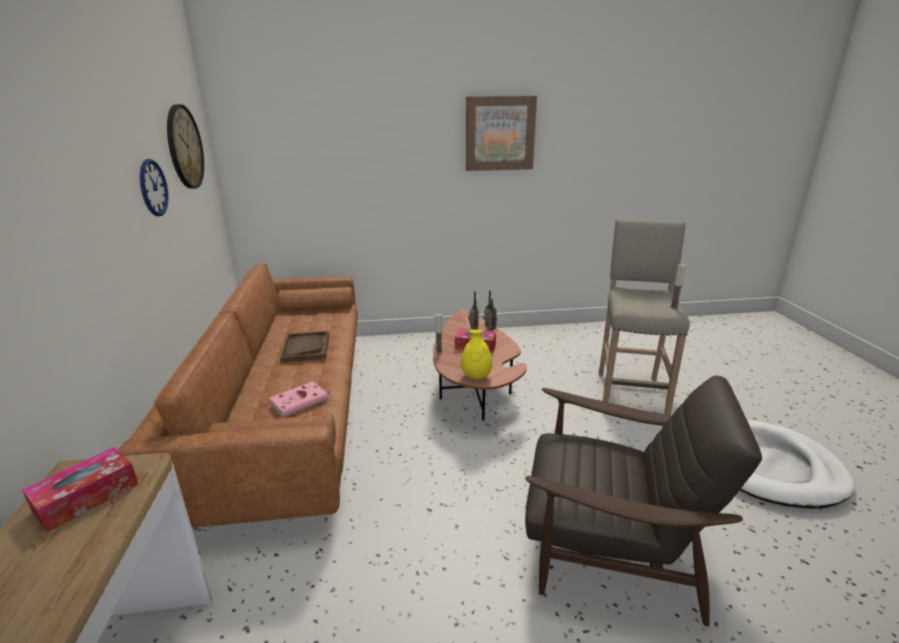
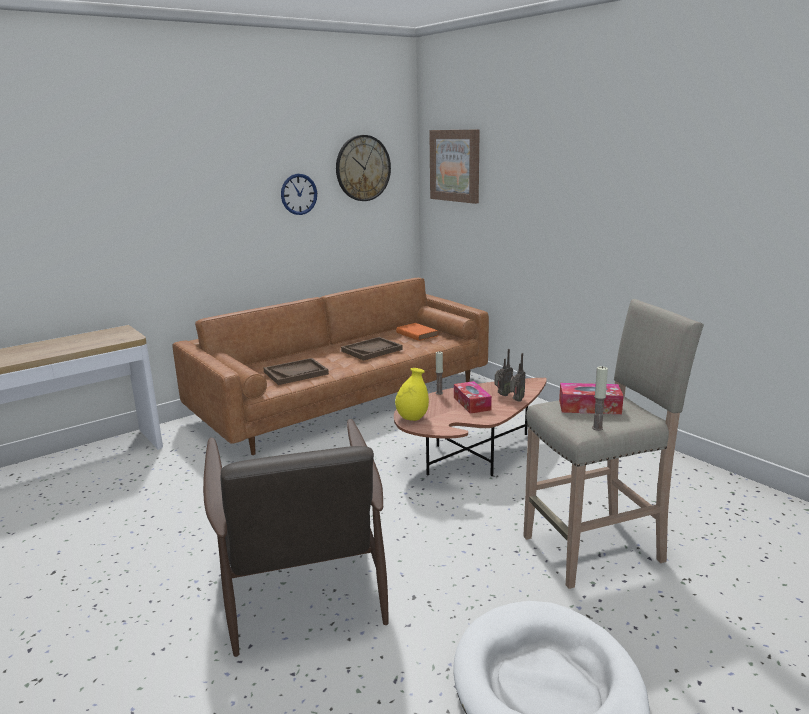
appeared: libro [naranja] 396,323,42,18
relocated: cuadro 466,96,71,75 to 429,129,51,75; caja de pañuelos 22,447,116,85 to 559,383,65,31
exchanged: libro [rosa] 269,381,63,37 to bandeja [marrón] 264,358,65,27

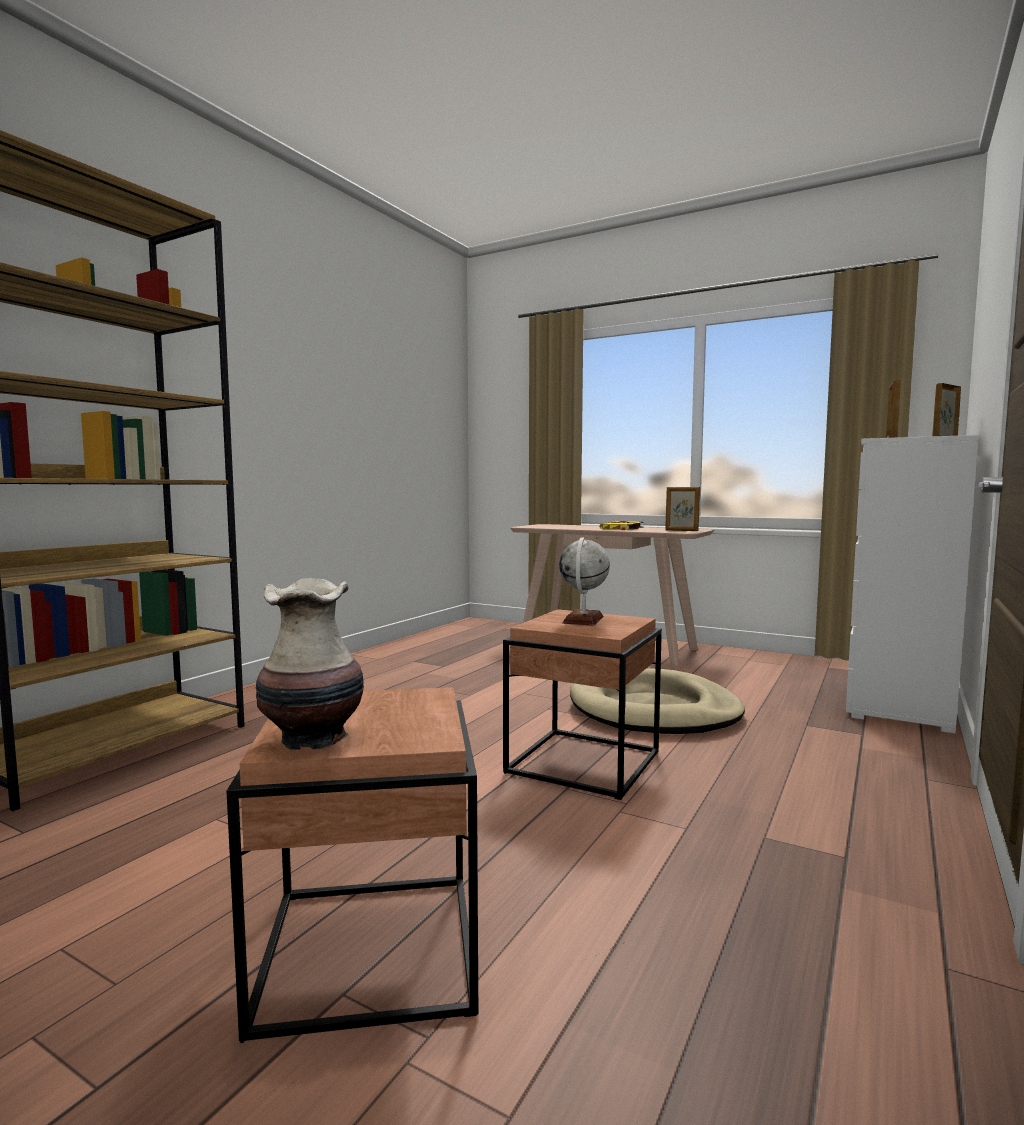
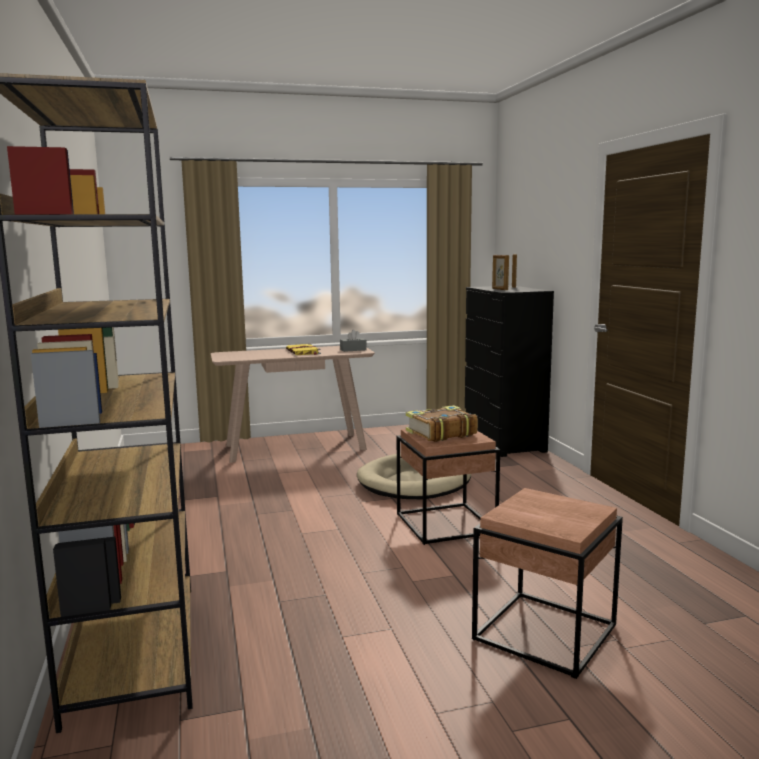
missing: florero 256,578,108,172
exchanged: portarretratos 665,487,35,44 to caja de pañuelos [gris] 340,330,27,22; globo terráqueo 559,537,51,89 to libro 406,405,72,37
colour: cómoda [blanco] 846,435,133,298 to cómoda [negro] 465,286,89,171

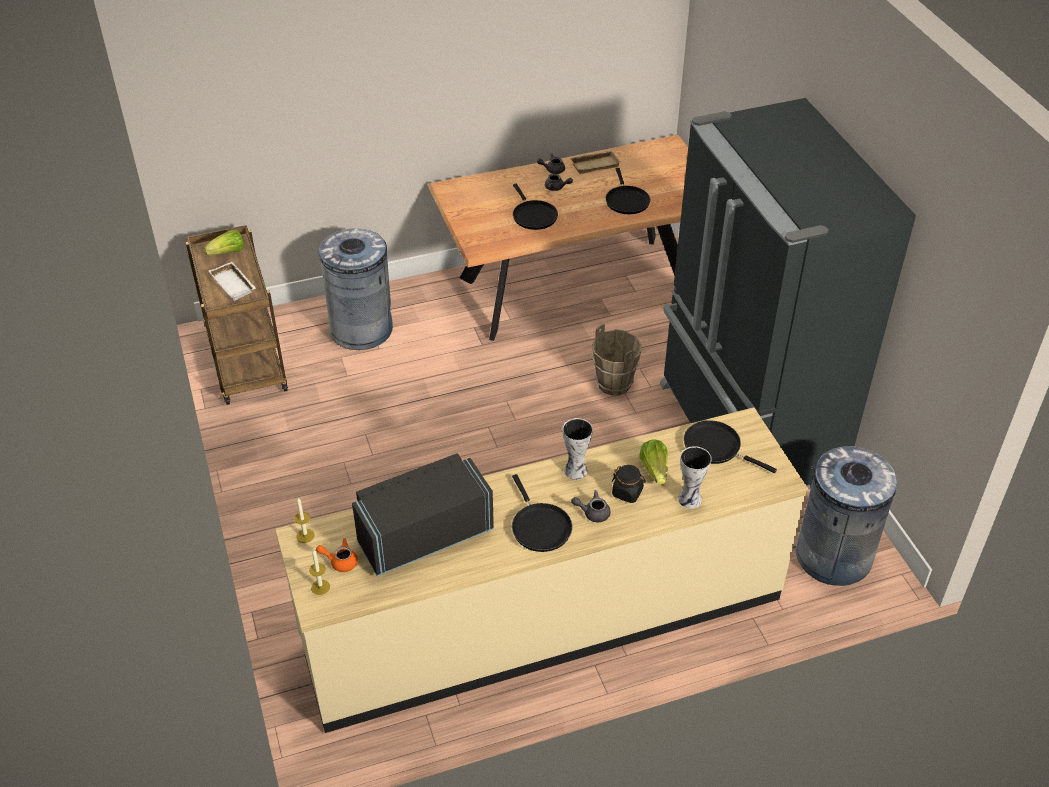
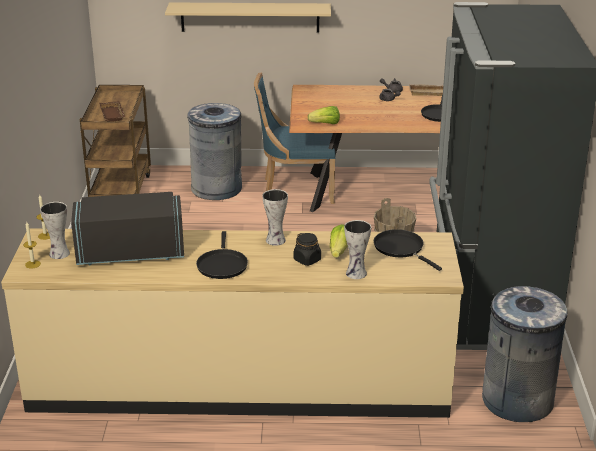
missing: sartén [negro] 513,184,45,46; tetera [gris] 571,490,39,32
appeared: estante [beis] 165,3,166,30; silla [azul] 254,73,82,131
relocated: lechuga 204,230,40,25 to 308,106,32,18
exchanged: tetera [naranja] 316,538,42,34 to florero 40,202,30,57
colour: bandeja [blanco] 209,262,47,39 to bandeja [marrón] 99,101,26,20

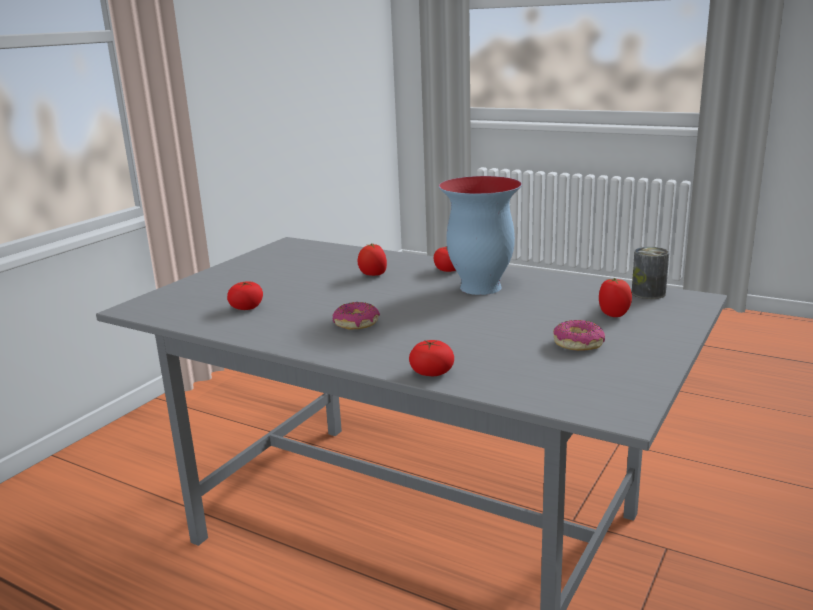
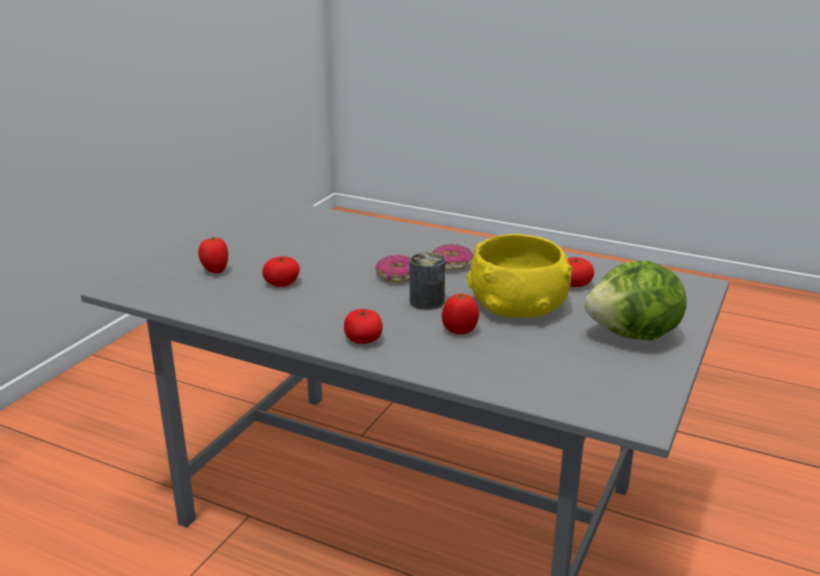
missing: florero 439,176,83,119
appeared: cuenco [amarillo] 467,234,105,84; lechuga 585,261,102,80
relocated: lata 632,247,37,52 to 410,252,35,58; rosquilla 553,320,52,31 to 375,255,35,27; tomate 409,340,45,36 to 262,256,38,31

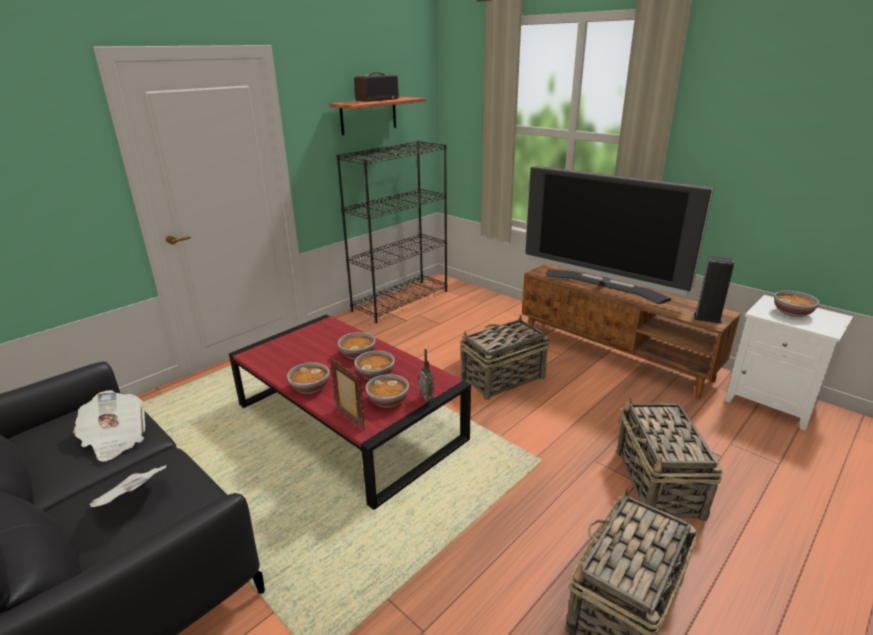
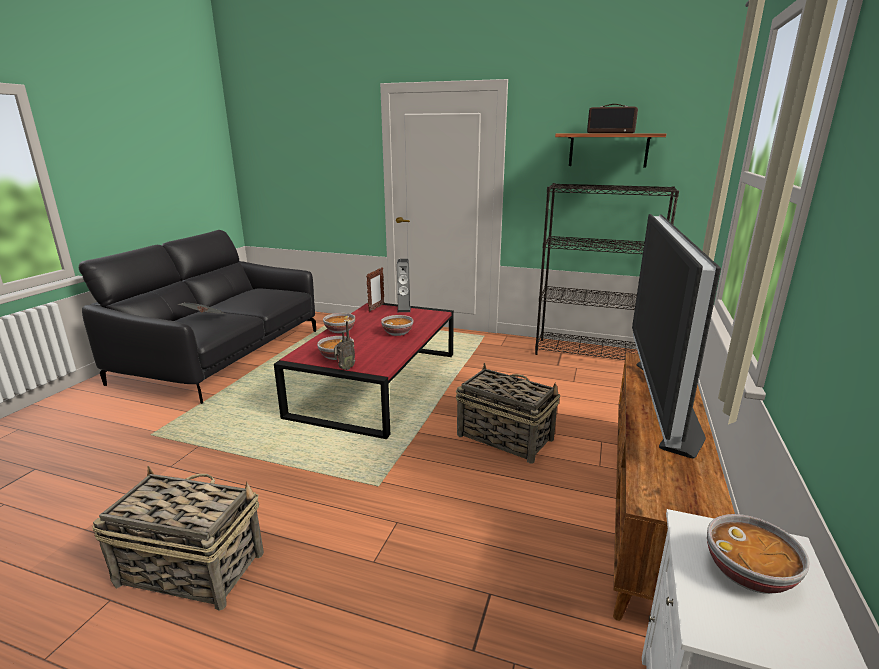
missing: cuenco 355,351,40,29; periódico 74,390,71,72; cesta 617,398,106,123
relocated: altavoz 694,256,40,68 to 397,259,14,53; portarretratos 330,357,35,72 to 366,267,18,45

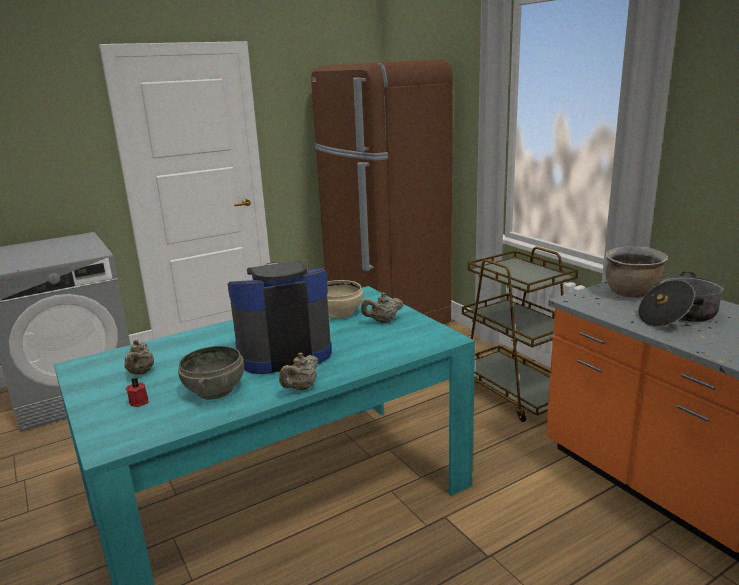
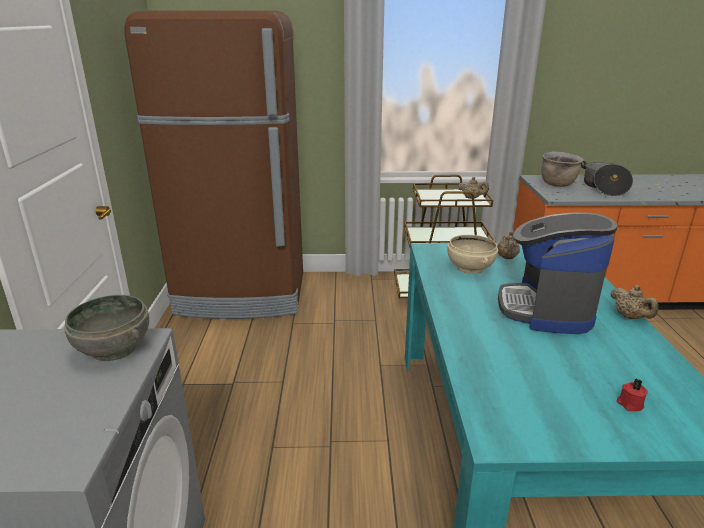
relocated: tetera [beis] 124,340,30,35 to 458,177,31,22; cuenco [gris] 178,346,66,54 to 64,295,85,66

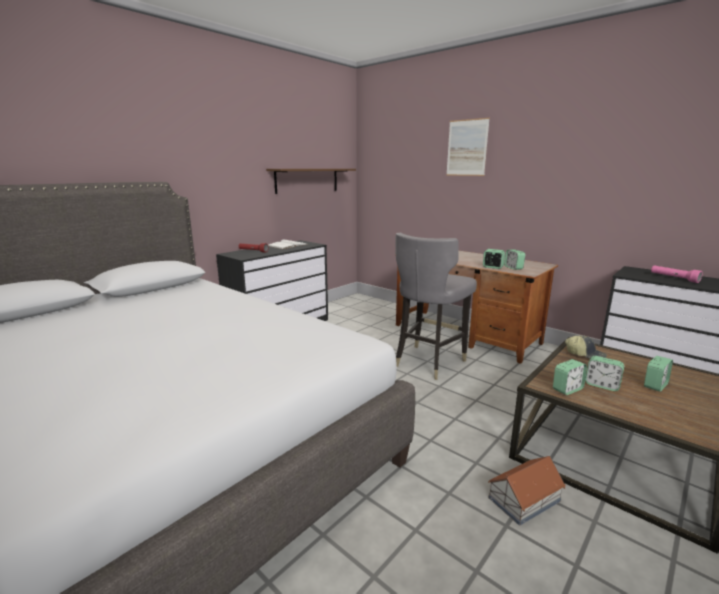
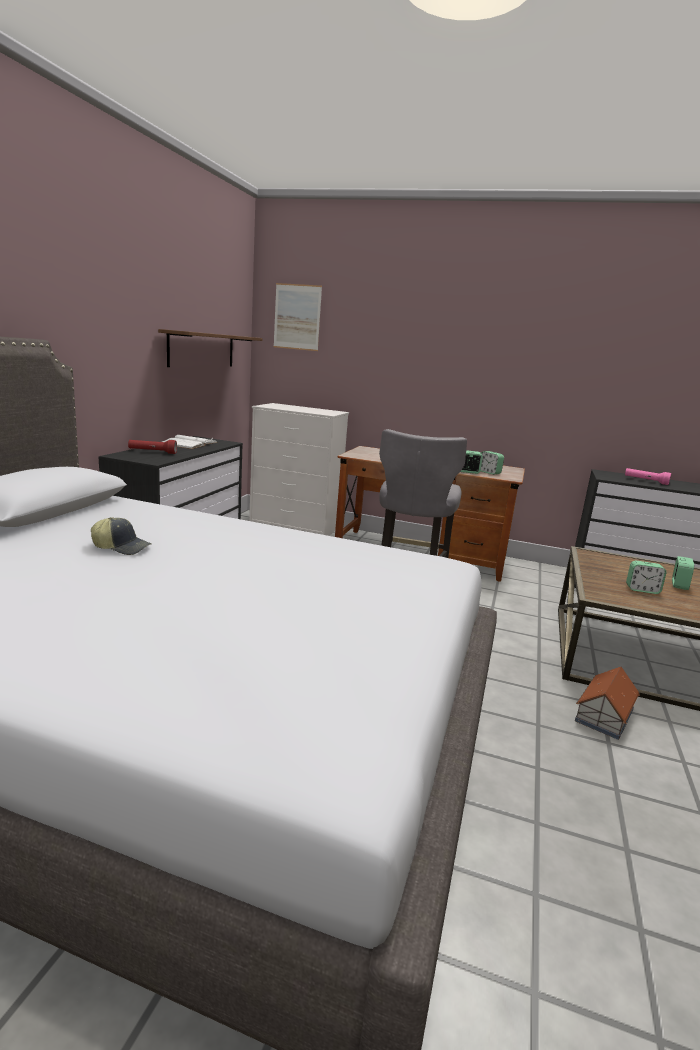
missing: despertador 553,359,34,36
appeared: cómoda [blanco] 249,403,100,133
relocated: cuadro 446,118,44,58 to 274,283,48,68; gorra 565,335,42,24 to 91,517,60,38

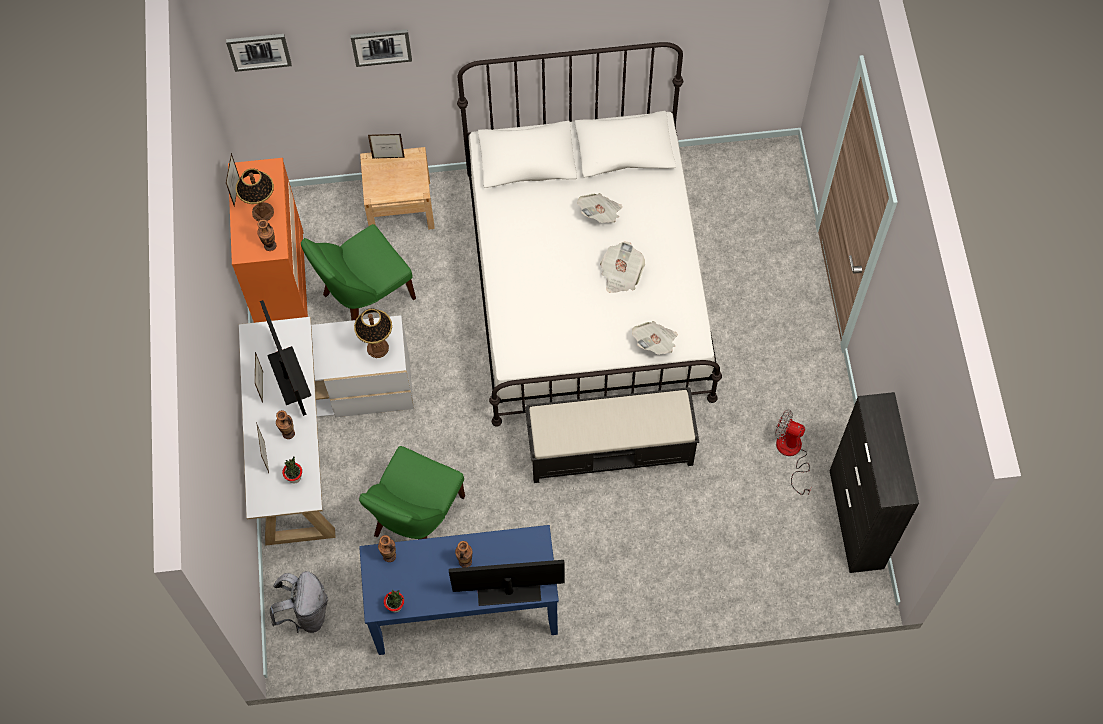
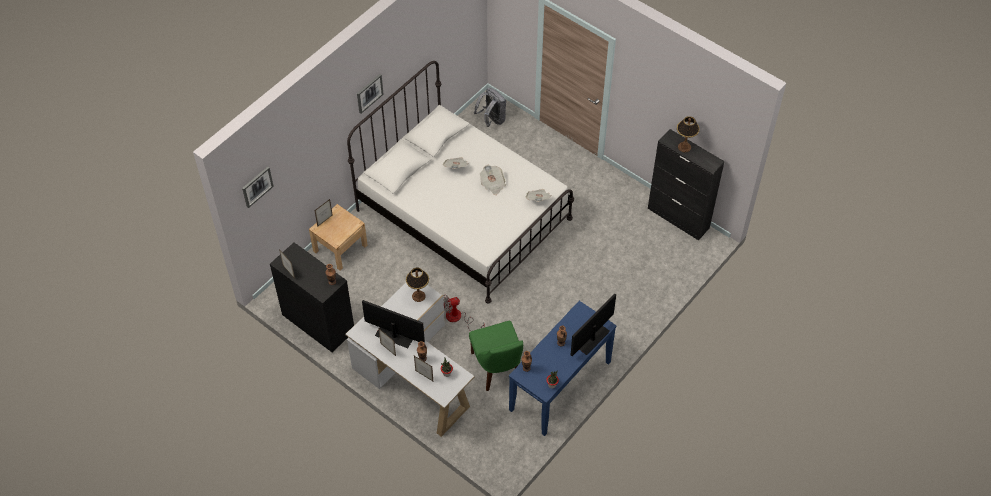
missing: silla [verde] 301,224,115,96; banco [negro] 525,387,174,96
relocated: cuadro 351,29,61,38 to 357,74,27,40; lámpara de mesa 236,168,38,53 to 677,116,23,37; ventilador 775,410,37,85 to 443,294,42,37; mochila [gris] 270,571,58,62 to 474,88,32,39
colour: cómoda [naranja] 228,158,80,165 to cómoda [negro] 270,243,84,109

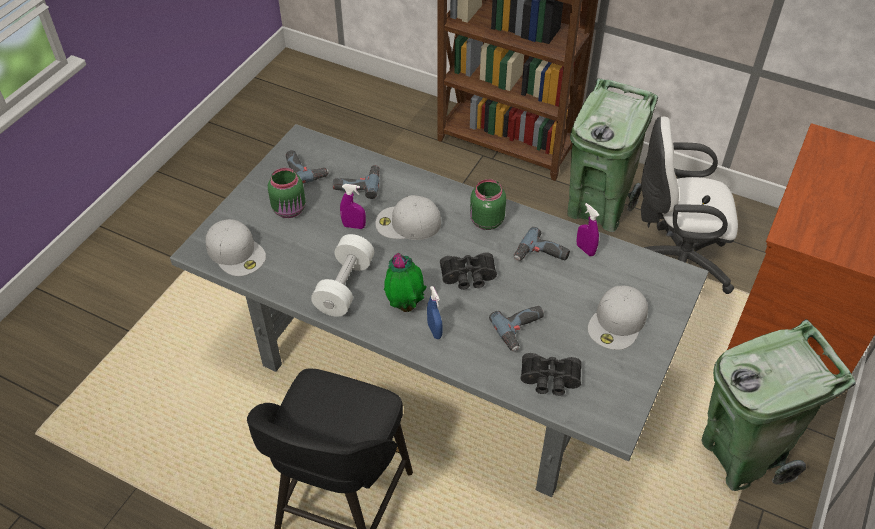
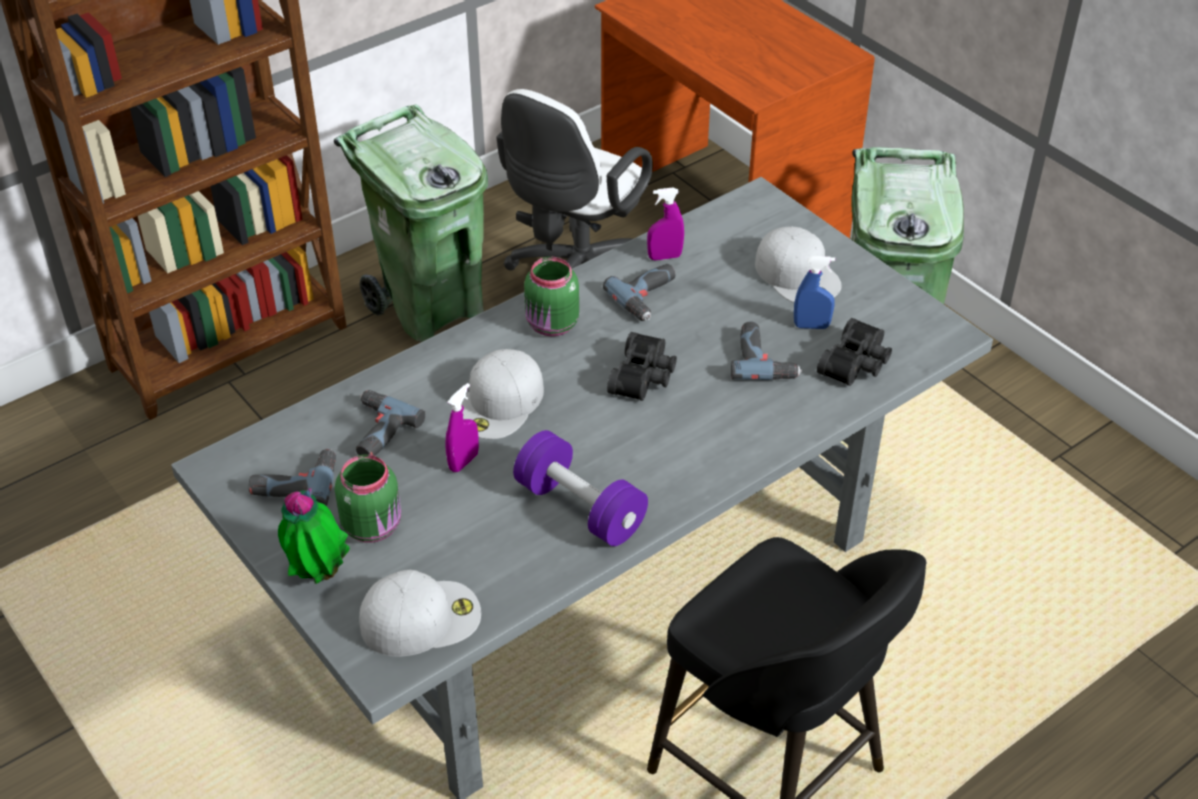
relocated: planta en maceta 384,253,43,59 to 278,487,72,97; pulverizador [azul] 427,286,15,53 to 794,256,41,73
colour: mancuerna [blanco] 311,234,63,83 to mancuerna [morado] 513,430,135,116

